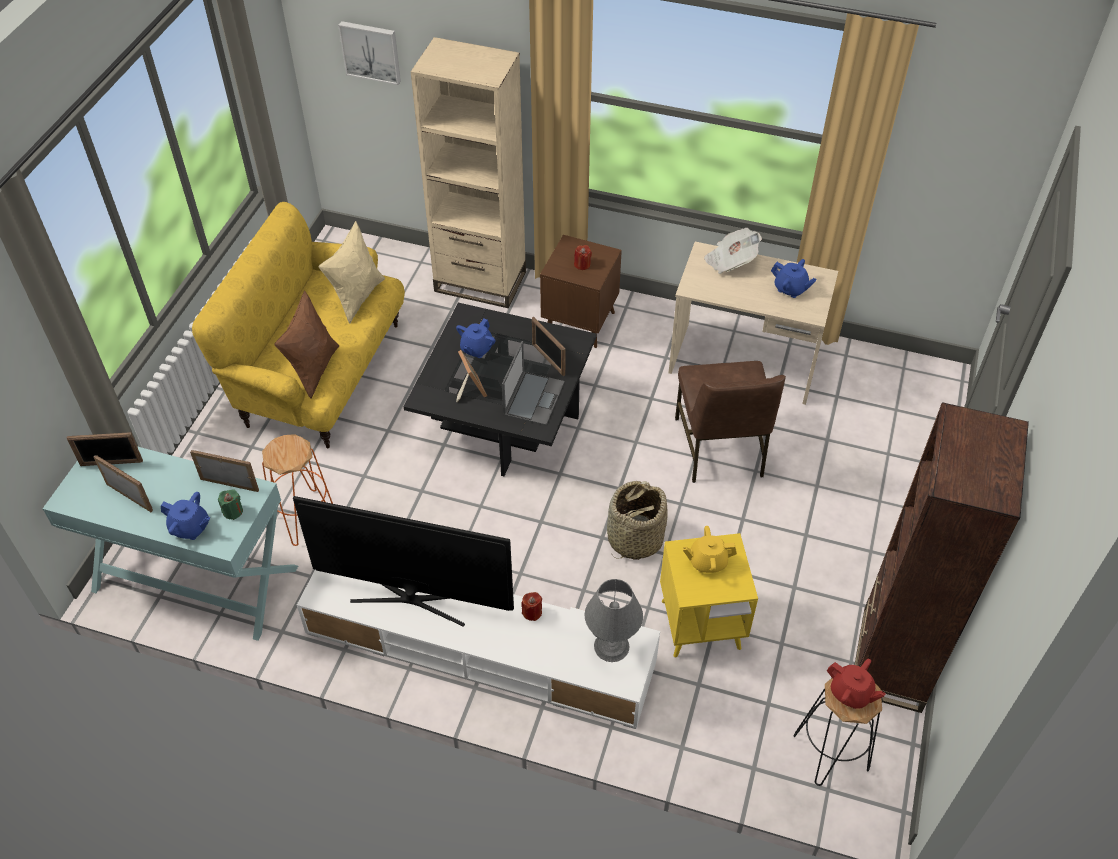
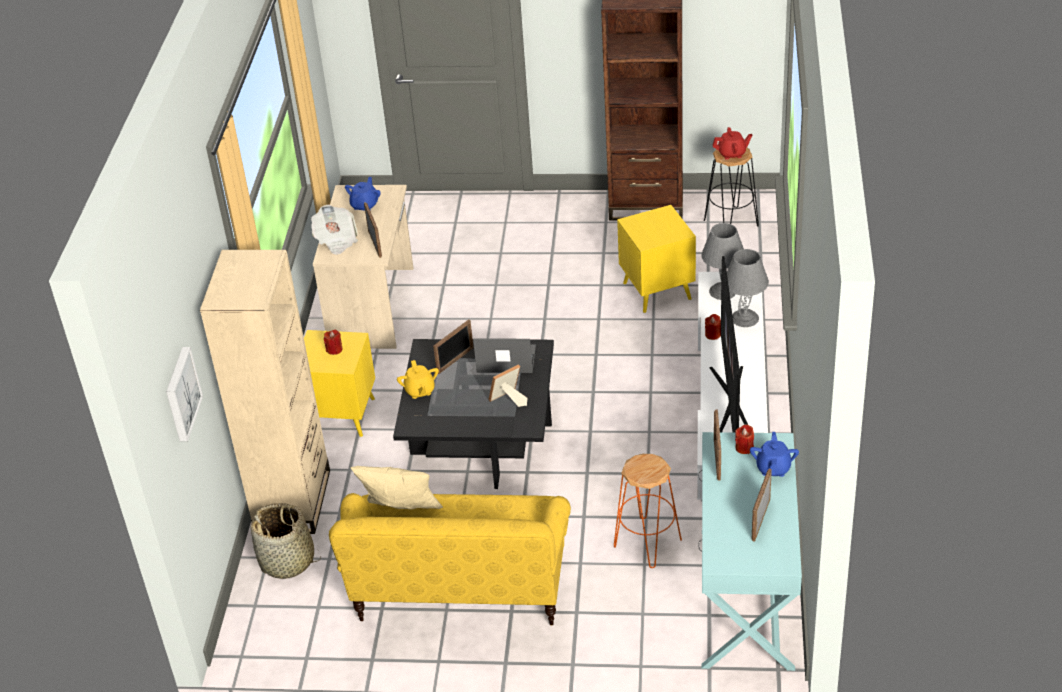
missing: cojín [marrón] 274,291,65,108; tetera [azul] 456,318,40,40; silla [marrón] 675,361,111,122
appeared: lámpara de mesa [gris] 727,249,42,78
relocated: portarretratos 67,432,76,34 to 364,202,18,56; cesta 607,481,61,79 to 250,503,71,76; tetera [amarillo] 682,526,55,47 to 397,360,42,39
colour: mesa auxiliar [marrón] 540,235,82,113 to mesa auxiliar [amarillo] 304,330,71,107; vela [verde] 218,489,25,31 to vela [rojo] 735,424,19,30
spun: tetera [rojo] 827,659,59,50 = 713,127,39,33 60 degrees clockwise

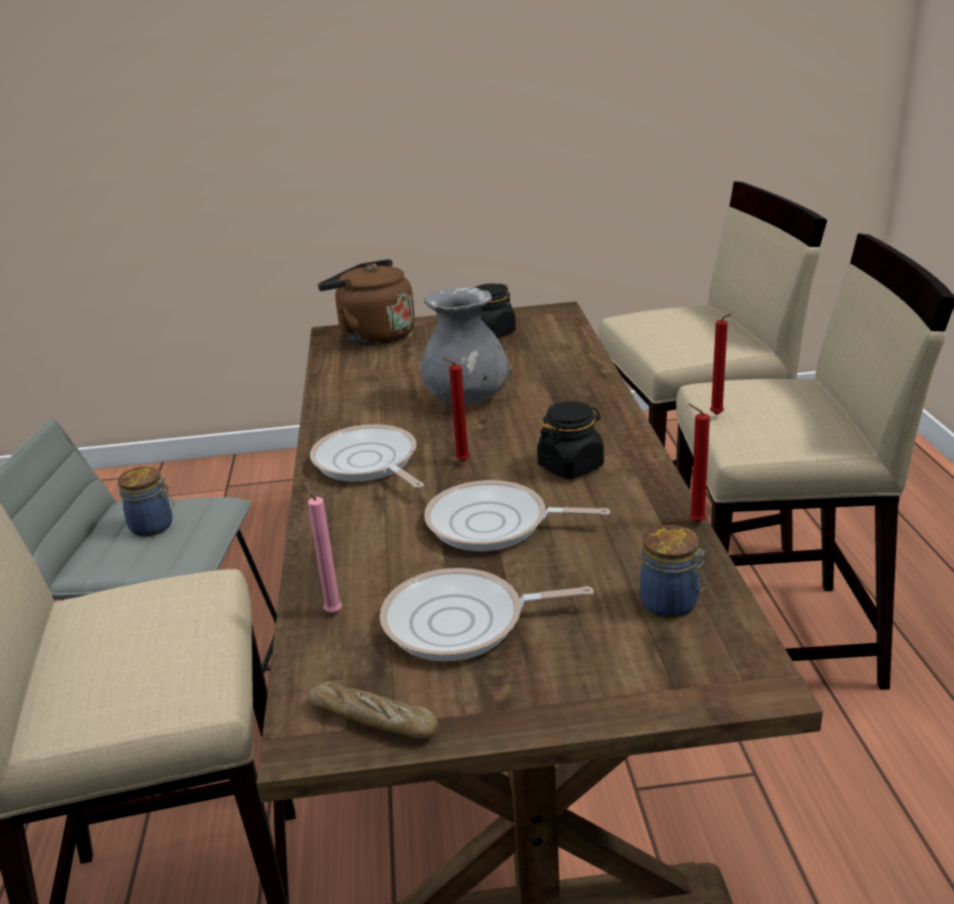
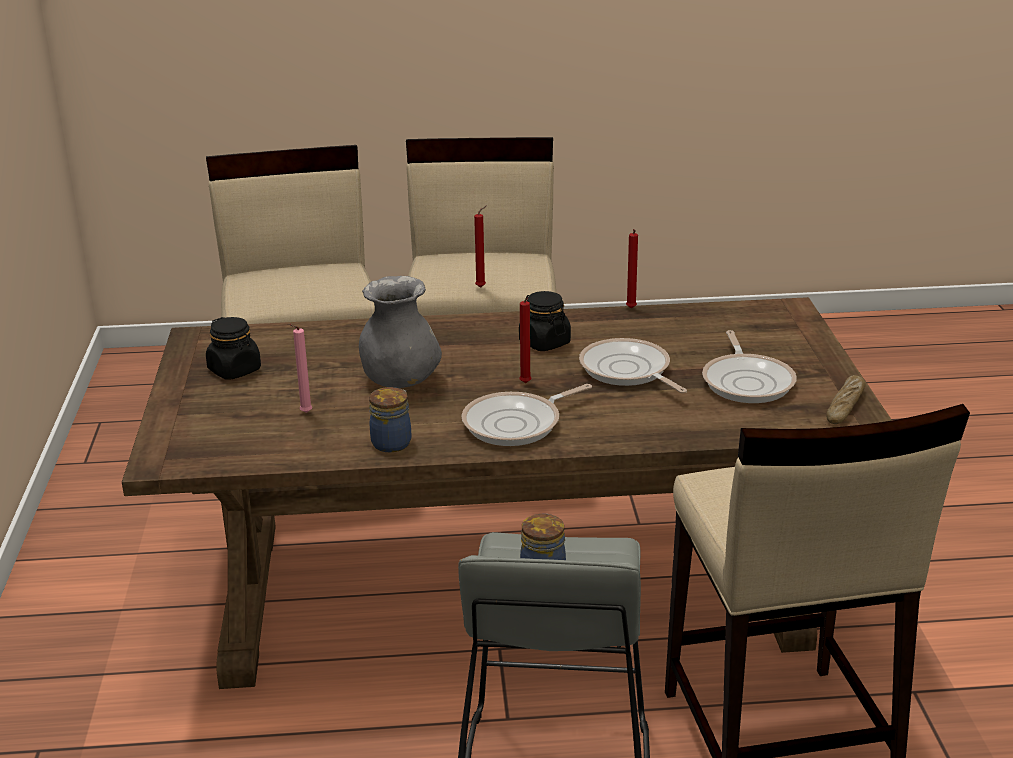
missing: hervidor [marrón] 318,259,97,86
relocated: vela [rosa] 305,482,37,131 to 288,324,24,89; tarro 640,525,65,93 to 369,387,42,65
spun: sartén 424,480,186,71 = 579,338,108,55 135 degrees clockwise

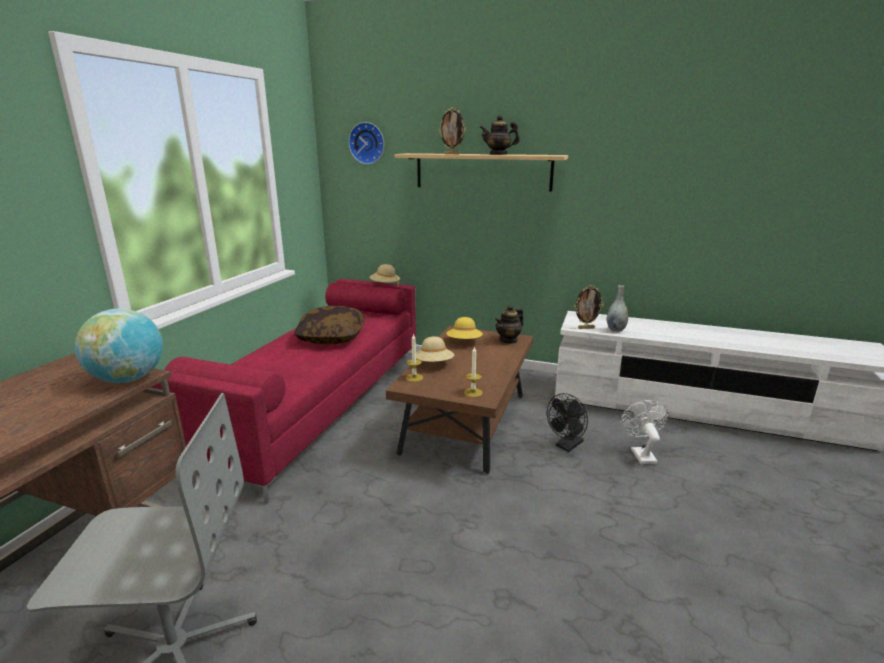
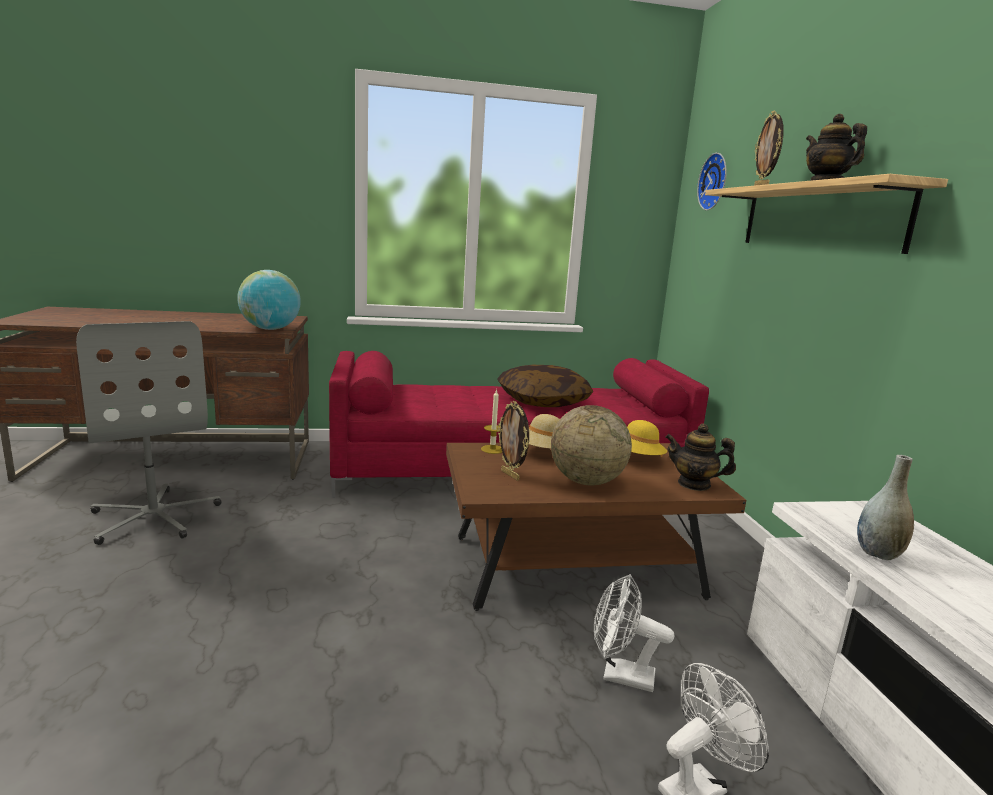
missing: sombrero [beis] 369,264,31,23; vela 464,346,19,51
appeared: globo terráqueo 551,405,81,80
relocated: portarretratos 574,285,30,44 to 497,401,32,80
colour: ventilador [negro] 547,393,41,59 to ventilador [blanco] 594,574,81,118

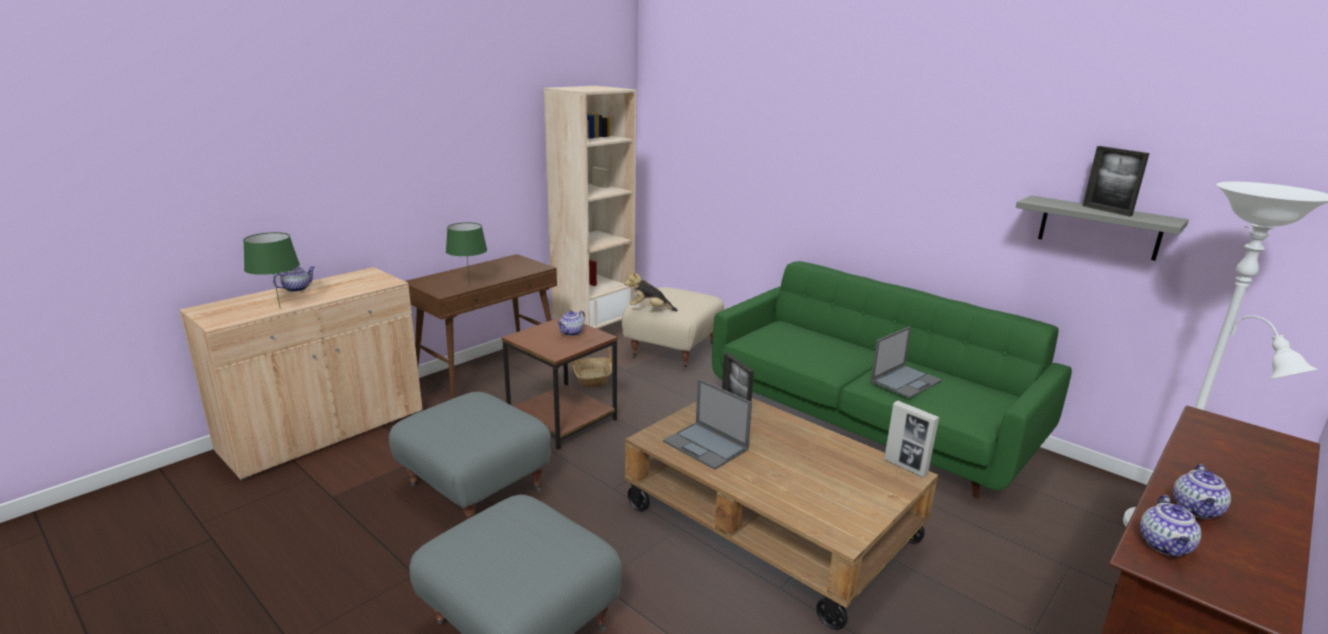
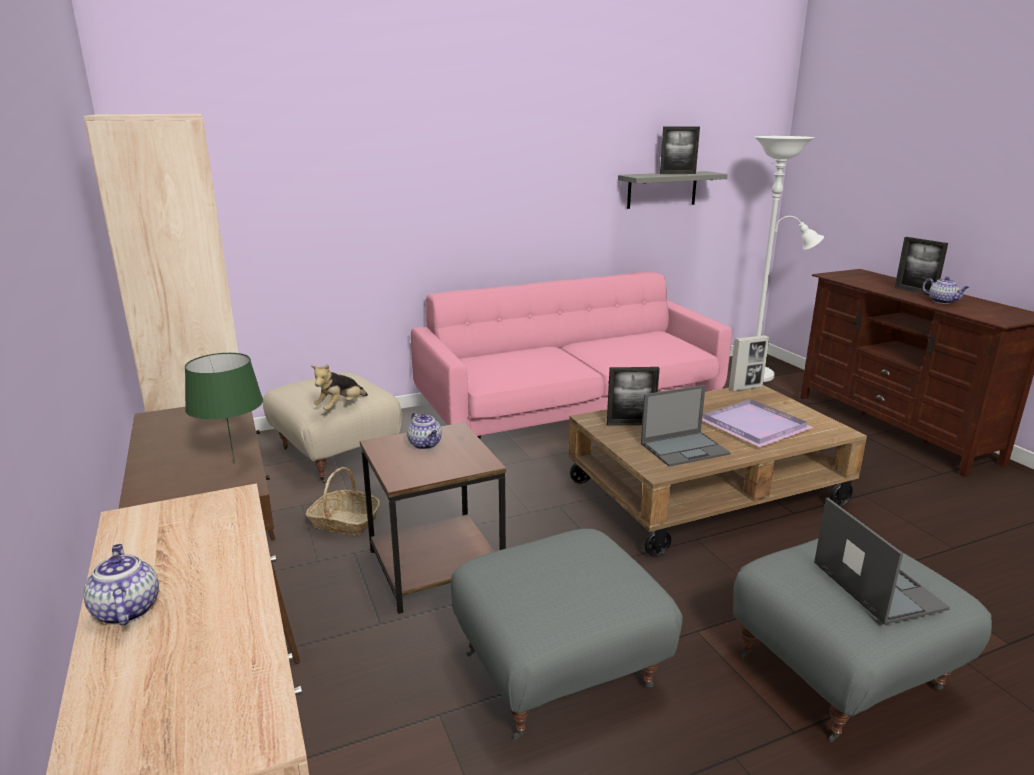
missing: lámpara de mesa [verde] 243,232,57,77; tetera 1140,495,61,62
appeared: portarretratos 895,237,53,58; bandeja [morado] 702,399,112,48
relocated: portátil 871,326,71,72 to 814,498,136,127
colour: sofá [verde] 712,261,360,238 to sofá [rosa] 411,272,321,167

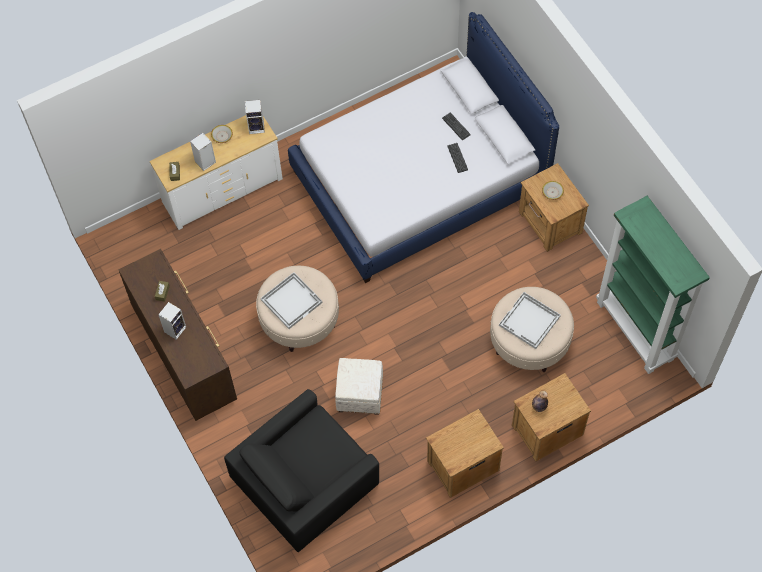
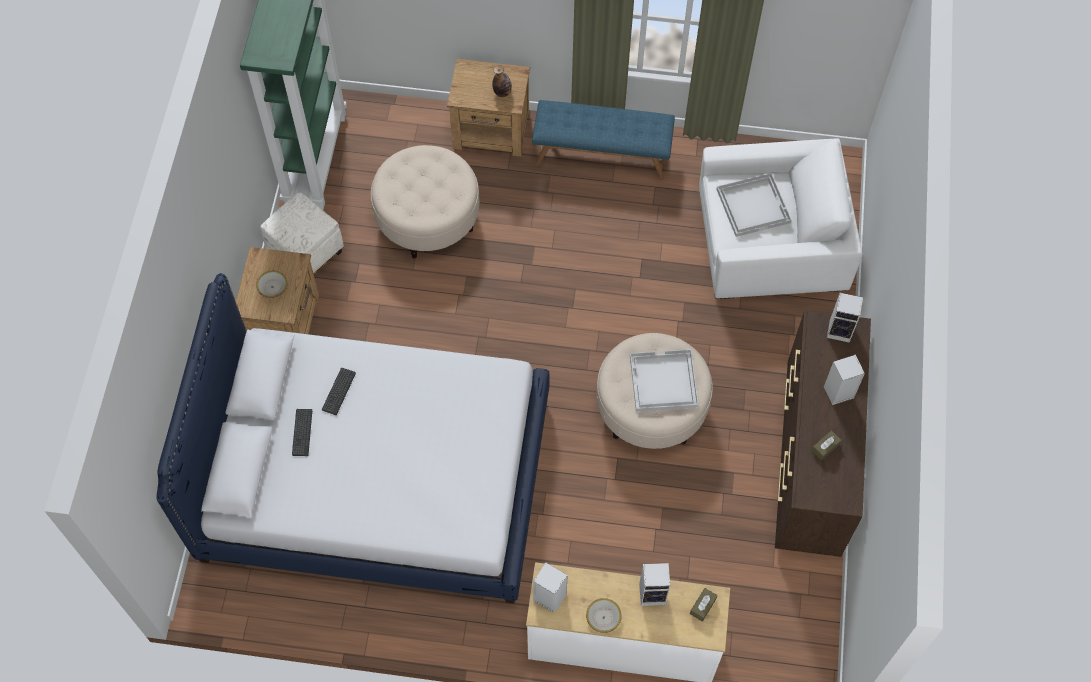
appeared: altavoz 827,293,36,50
relocated: bandeja [blanco] 499,292,62,57 to 716,173,76,64; puf [blanco] 335,358,48,57 to 260,192,84,82
exchanged: mesita de noche [marrón] 426,409,78,89 to banco [azul] 532,100,143,80
colour: sillón [negro] 224,389,155,163 to sillón [blanco] 699,139,163,160

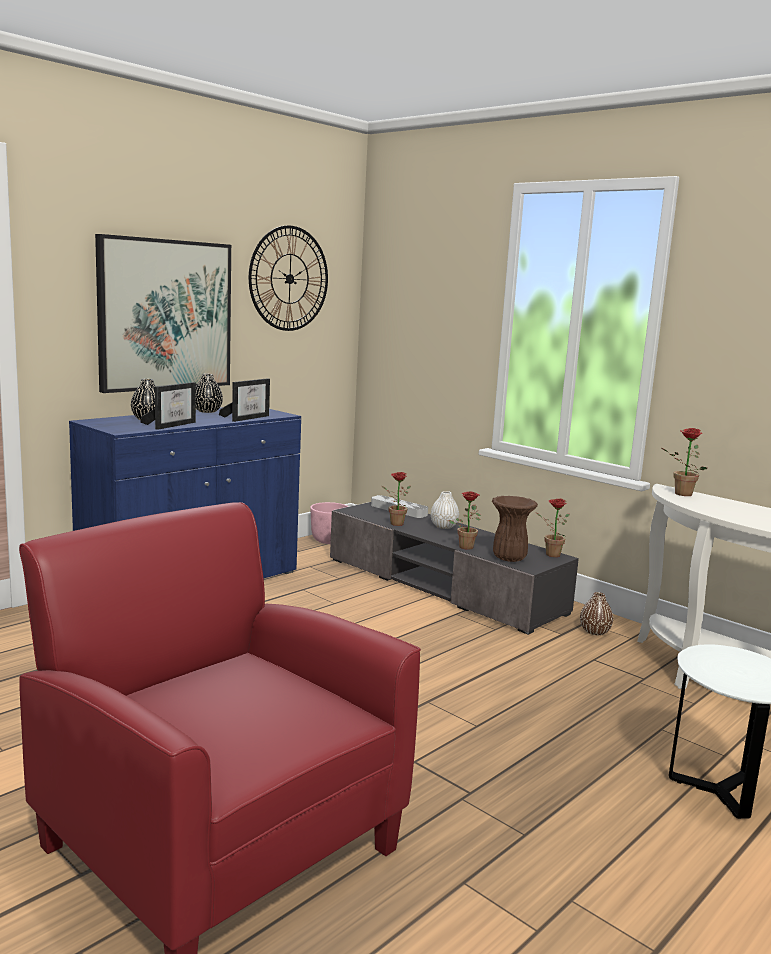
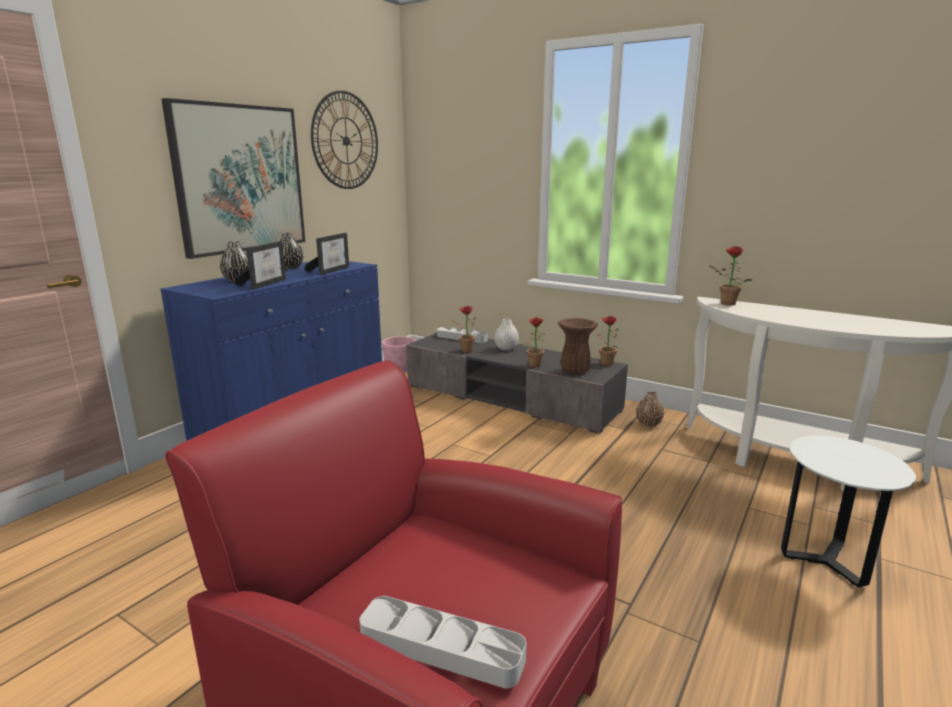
appeared: bandeja [gris] 360,596,167,92

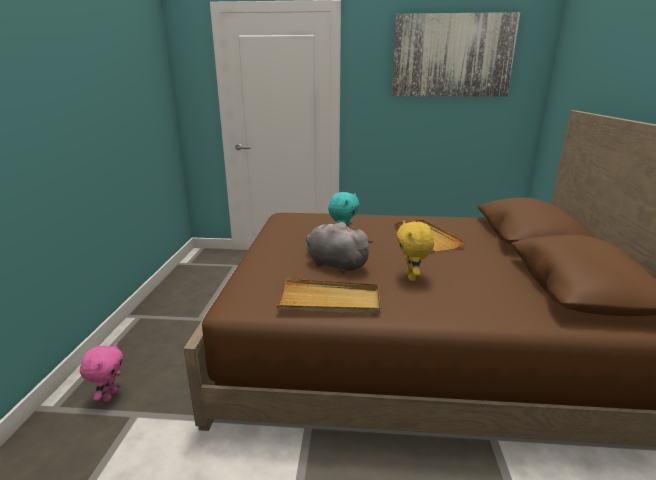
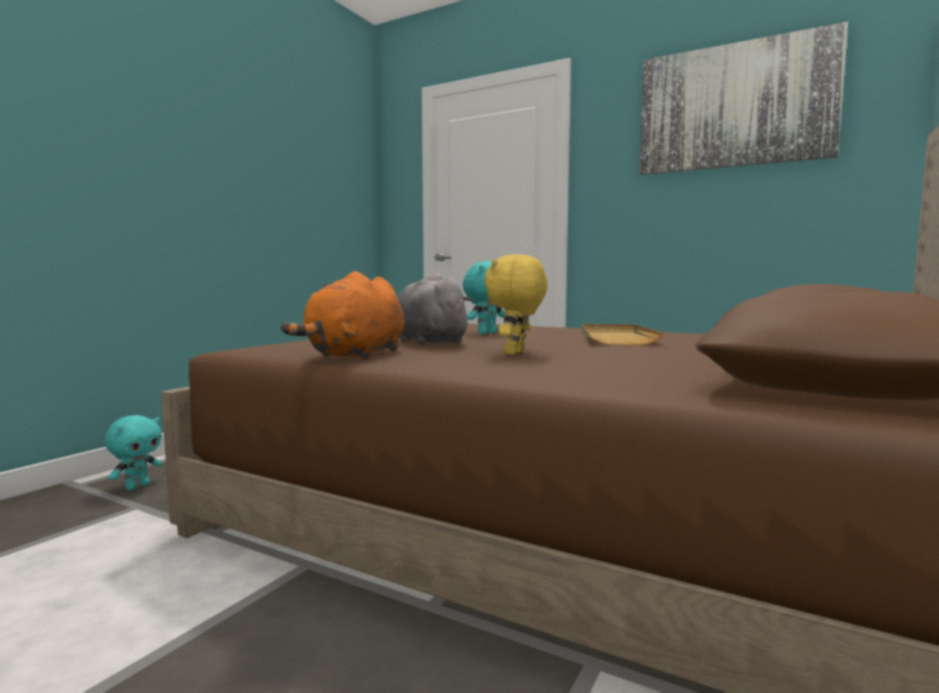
exchanged: bandeja [beis] 276,279,104,36 to peluche [naranja] 281,271,123,88
colour: peluche [rosa] 80,343,43,59 to peluche [turquesa] 105,415,57,76

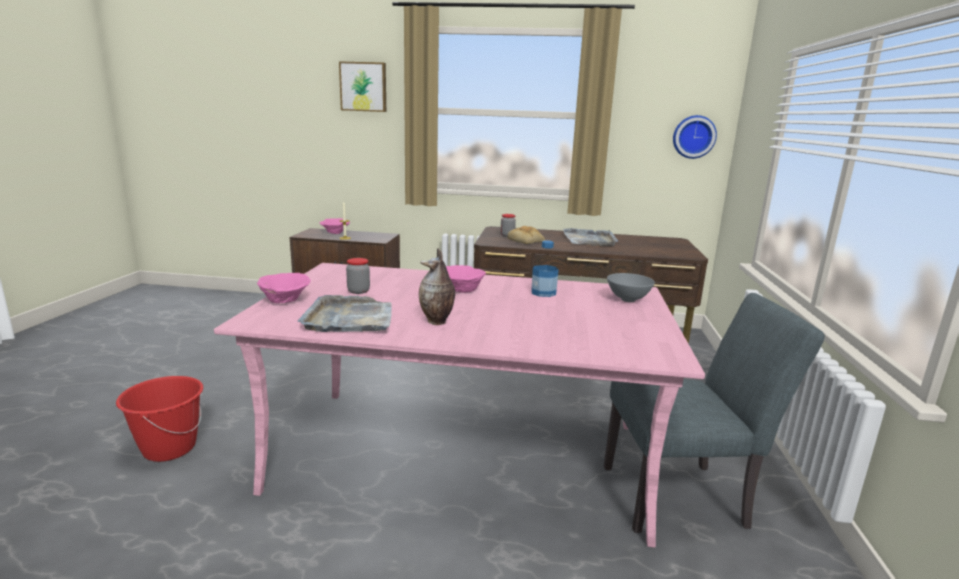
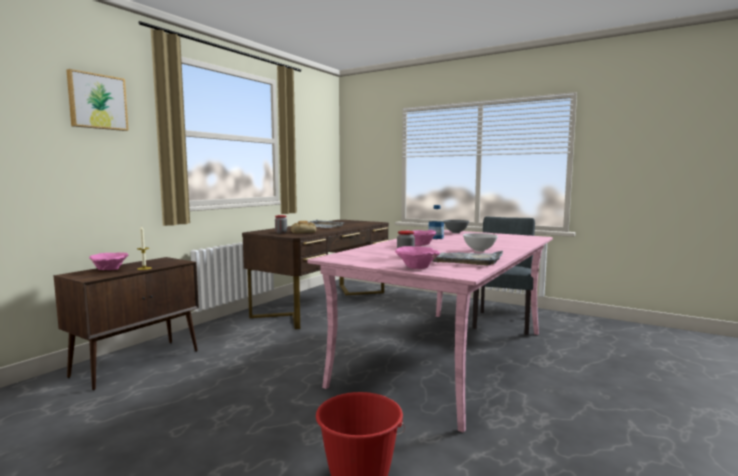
missing: reloj de pared 673,115,44,44
exchanged: florero 419,248,36,77 to cuenco [blanco] 463,233,35,19

